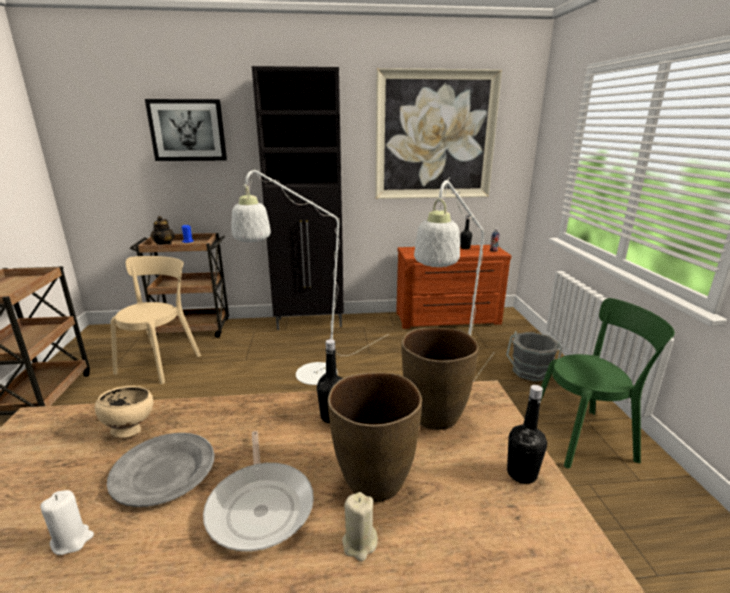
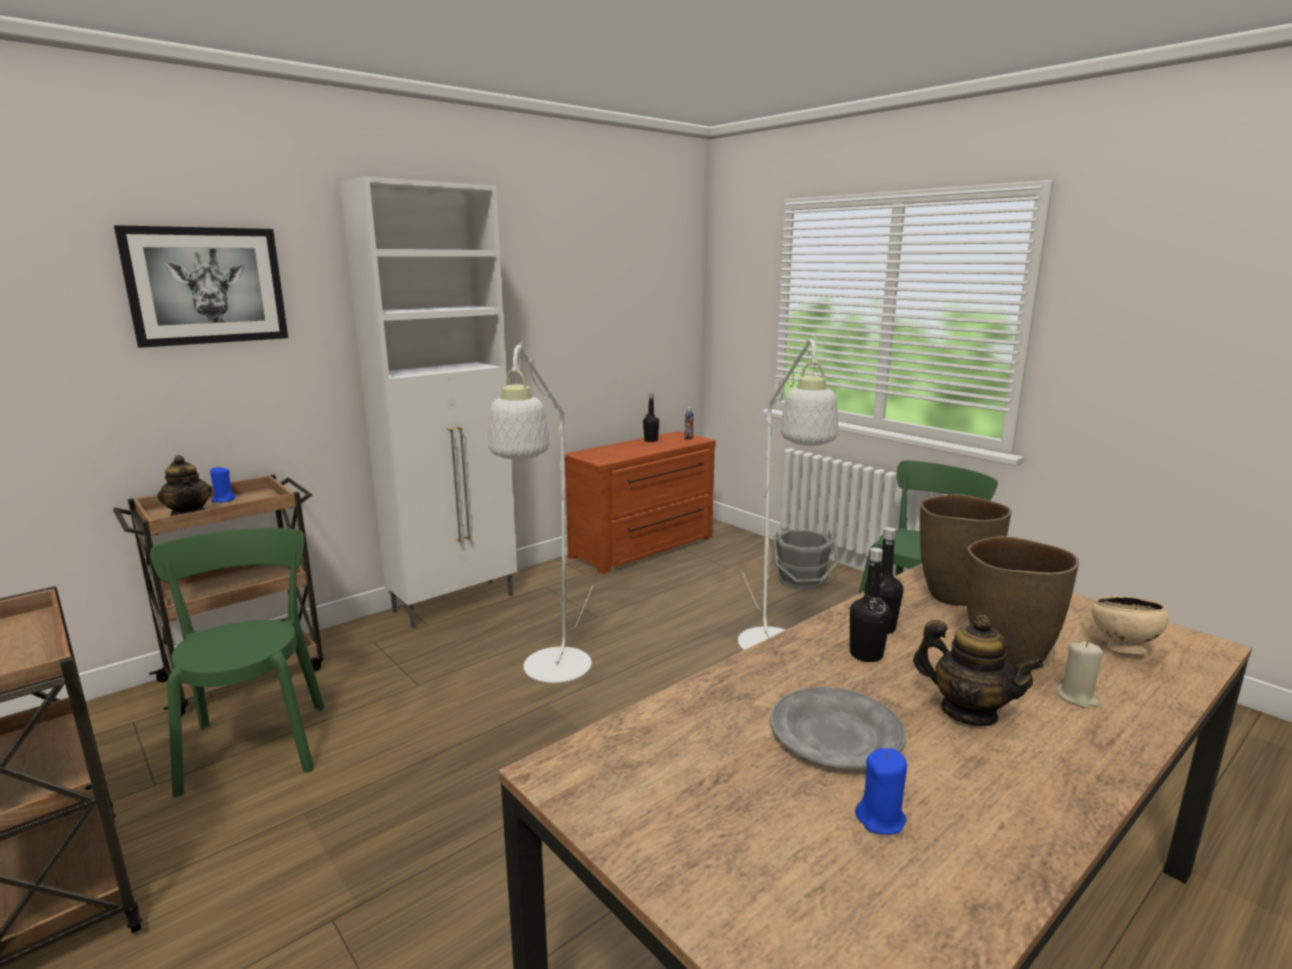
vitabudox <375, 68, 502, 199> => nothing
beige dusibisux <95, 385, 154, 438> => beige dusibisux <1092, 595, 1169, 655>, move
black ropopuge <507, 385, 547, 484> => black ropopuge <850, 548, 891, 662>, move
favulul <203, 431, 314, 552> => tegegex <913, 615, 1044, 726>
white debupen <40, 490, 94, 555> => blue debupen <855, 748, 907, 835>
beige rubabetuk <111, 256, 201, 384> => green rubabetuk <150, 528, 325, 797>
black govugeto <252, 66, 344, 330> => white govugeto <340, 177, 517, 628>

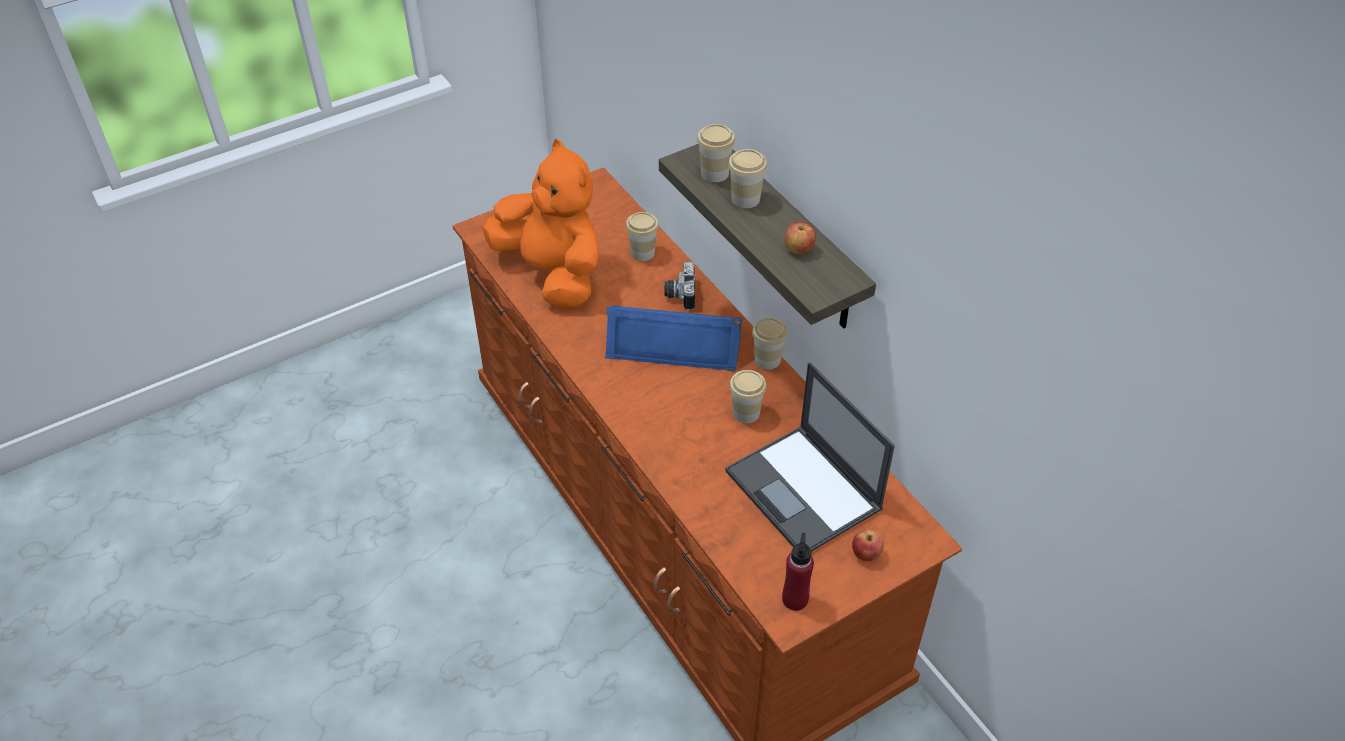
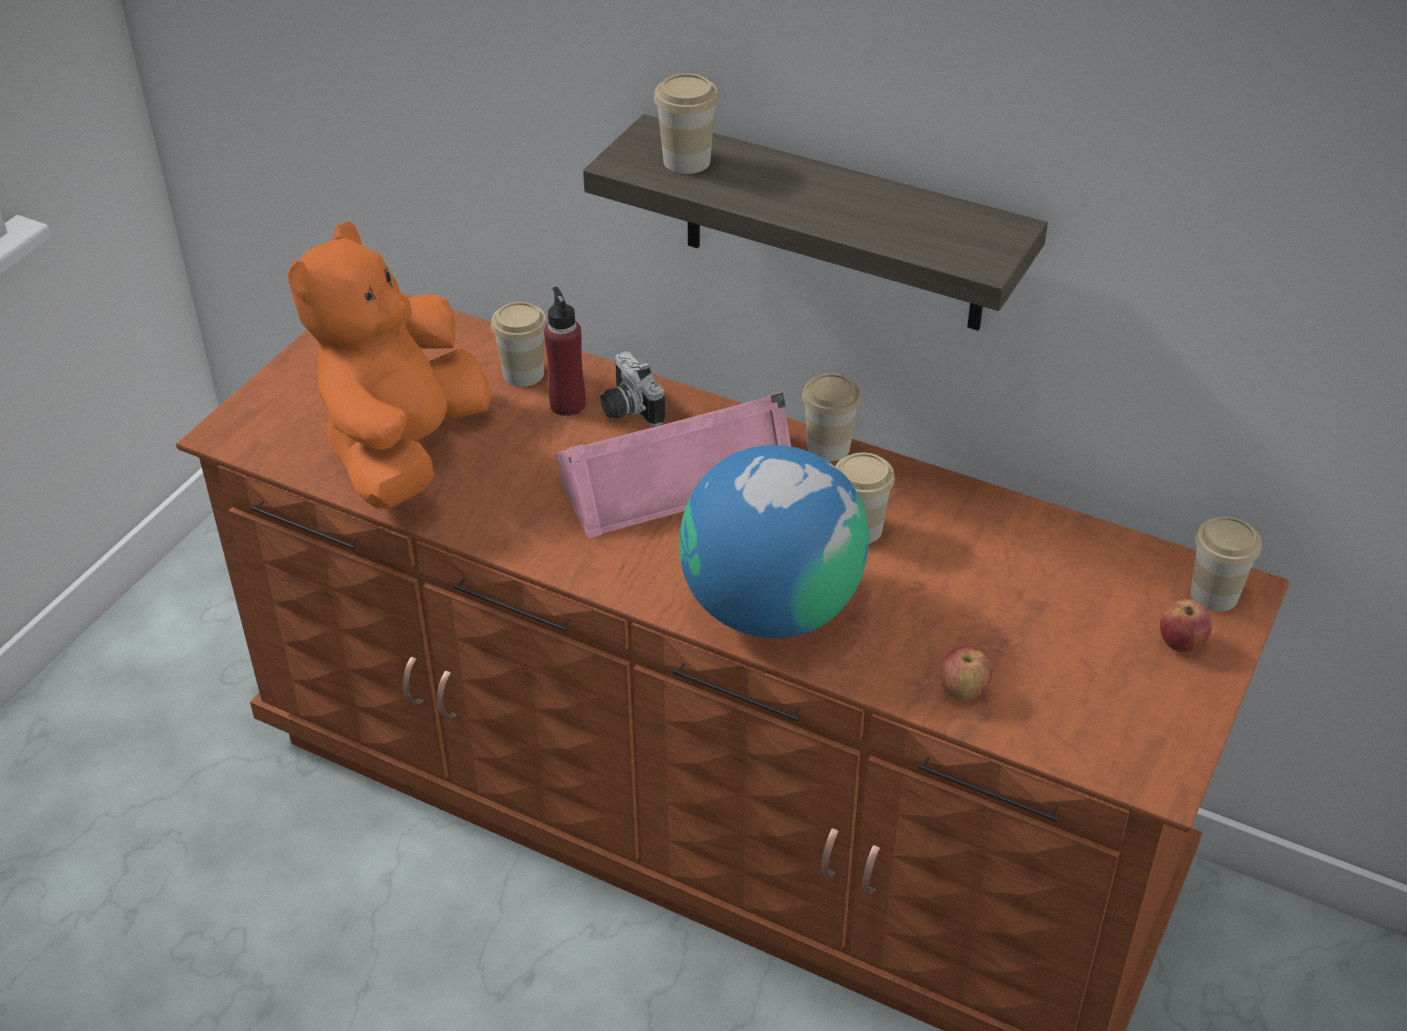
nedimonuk <725, 363, 895, 552> => nothing
nothing => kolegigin <679, 445, 869, 638>
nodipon <728, 149, 767, 208> => nodipon <1190, 516, 1261, 612>, move
red ropopuge <782, 533, 814, 611> => red ropopuge <544, 287, 586, 416>, move
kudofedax <785, 222, 816, 254> => kudofedax <940, 647, 992, 701>, move
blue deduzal <605, 305, 743, 372> => pink deduzal <555, 392, 791, 538>
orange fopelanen <482, 139, 599, 307> => orange fopelanen <288, 222, 491, 508>, 90 degrees counterclockwise

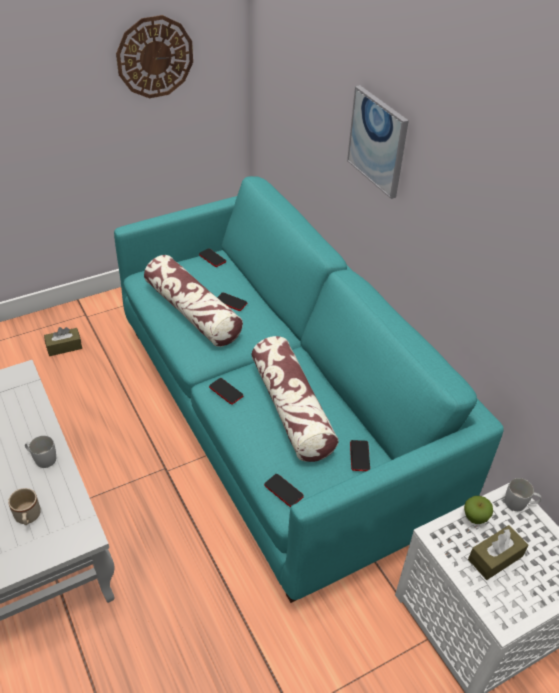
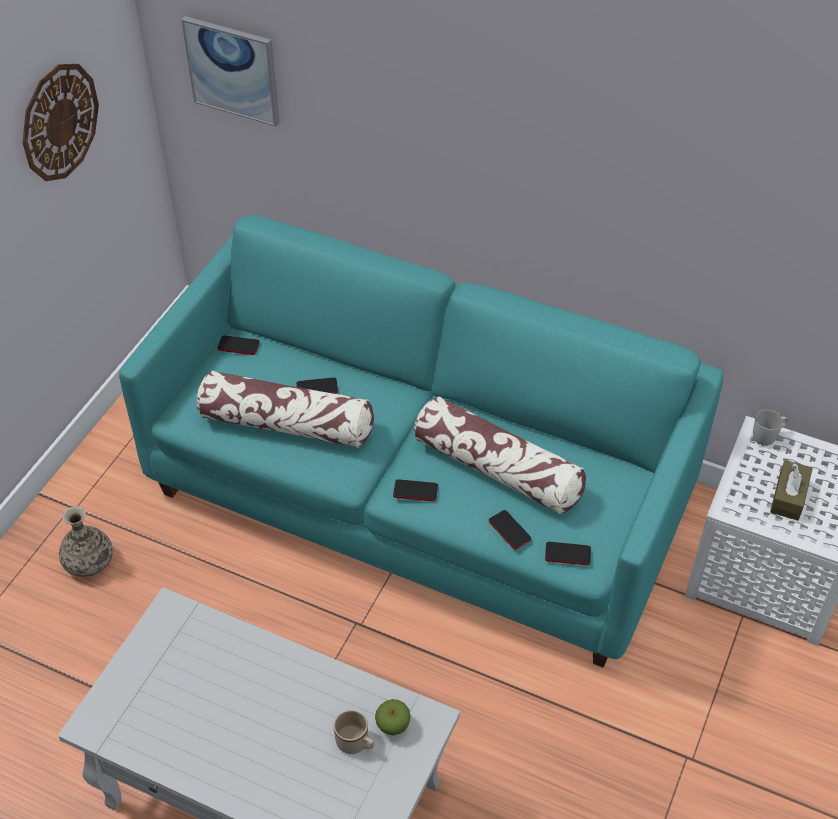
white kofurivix <25, 436, 56, 468> => nothing
vitabudox <347, 85, 409, 199> => vitabudox <181, 16, 280, 126>, move
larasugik <350, 440, 370, 471> => larasugik <489, 510, 531, 550>, move
kudofedax <464, 496, 493, 524> => kudofedax <375, 699, 411, 735>, move
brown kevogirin <44, 327, 82, 356> => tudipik <59, 506, 113, 577>

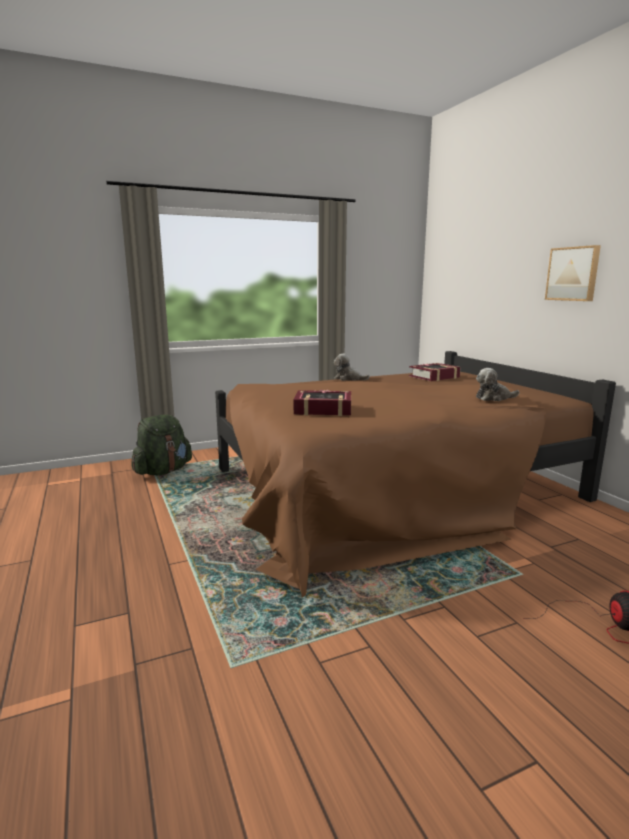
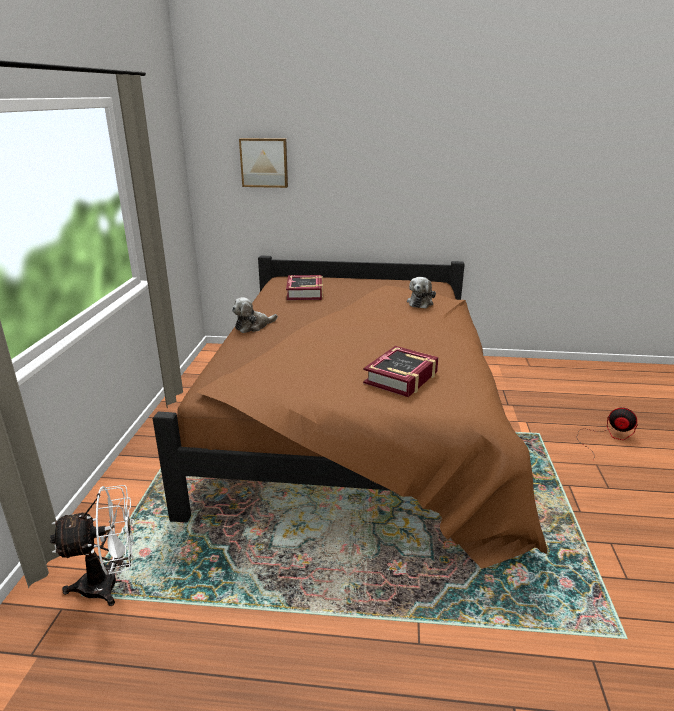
vitabudox <545, 245, 601, 301> => vitabudox <239, 138, 288, 188>, move
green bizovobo <131, 414, 192, 475> => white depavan <50, 485, 135, 606>

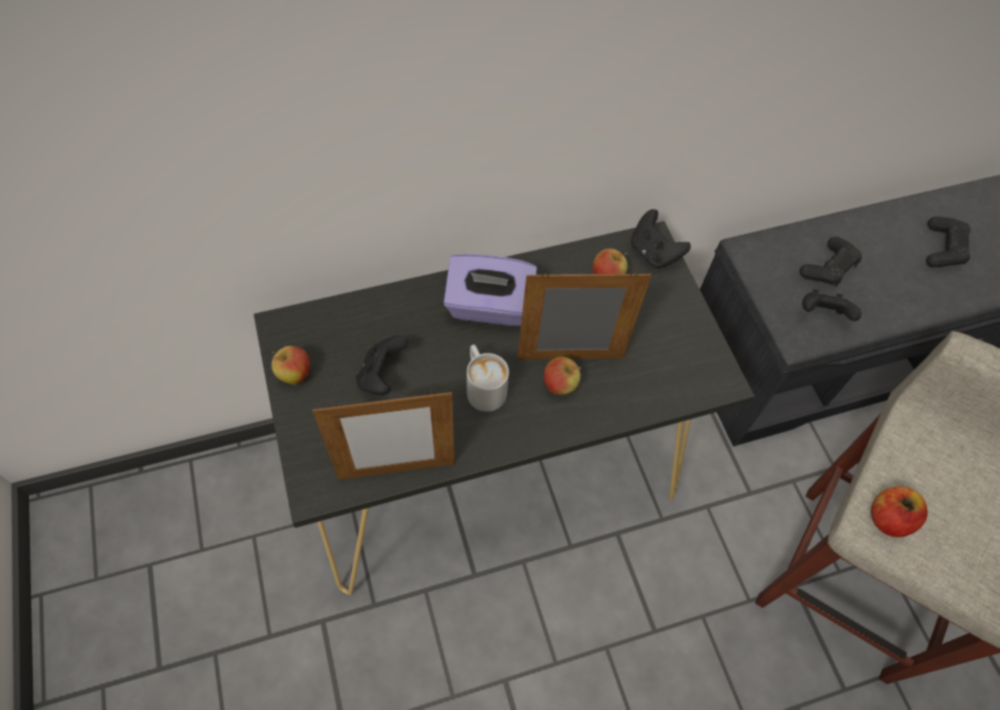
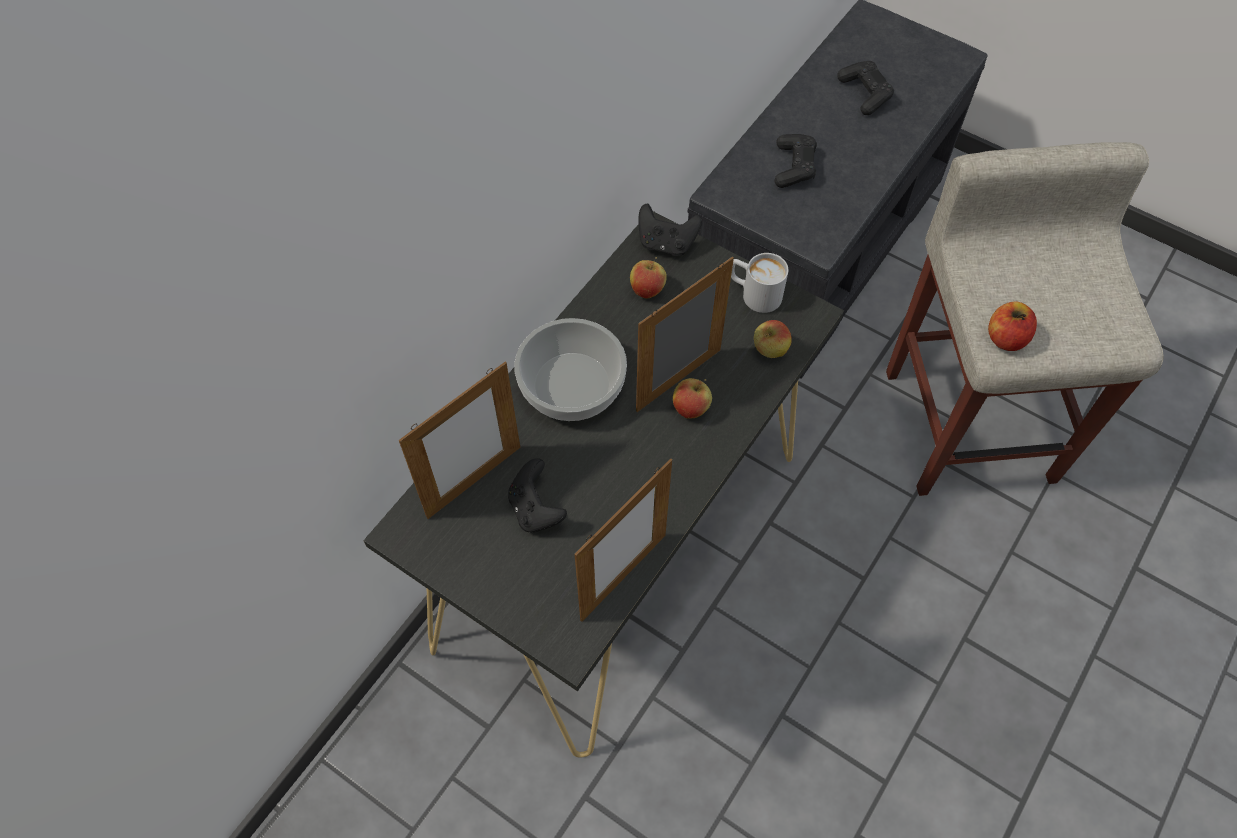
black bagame <802, 289, 862, 321> => nothing
nothing => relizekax <399, 362, 520, 519>
kudofedax <271, 346, 310, 385> => kudofedax <754, 320, 792, 358>, move
white kofurivix <467, 344, 509, 412> => white kofurivix <731, 253, 788, 313>, move
purple kevogirin <444, 254, 537, 326> => dusibisux <514, 318, 627, 421>

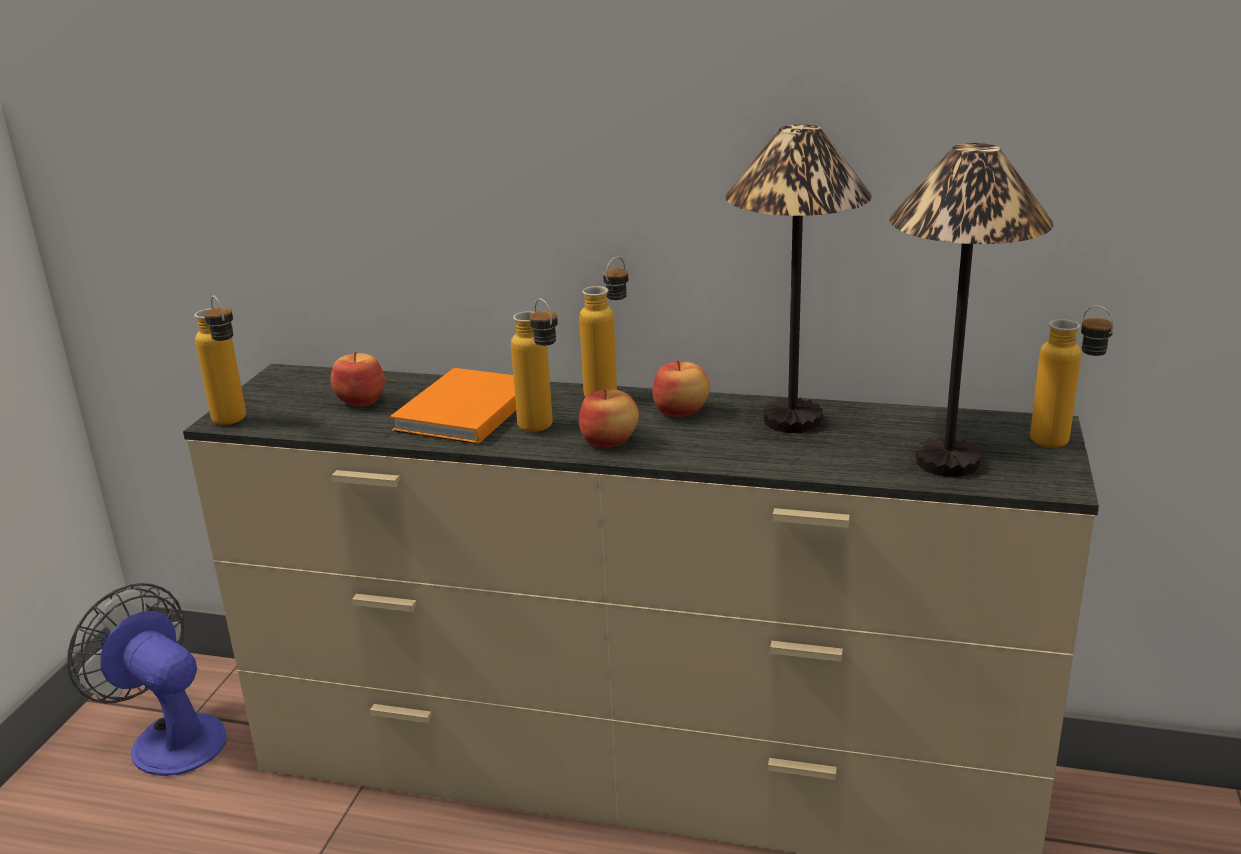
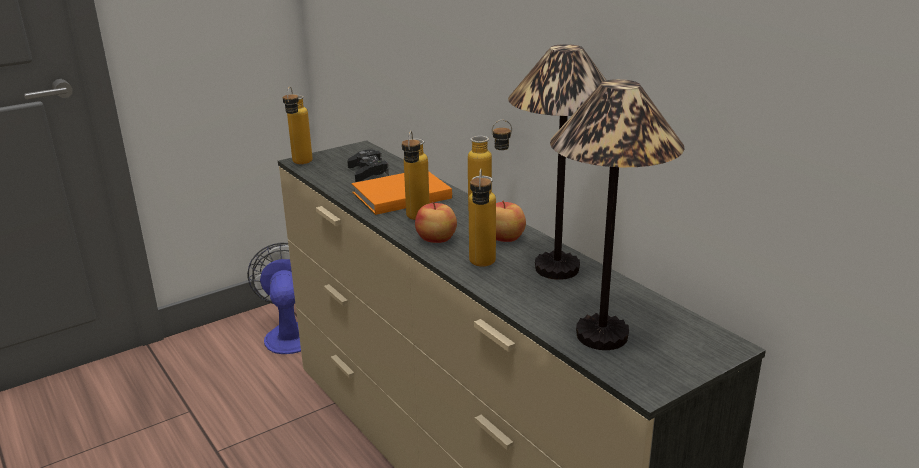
ropopuge <1030, 305, 1114, 448> => ropopuge <469, 168, 496, 267>, move
kudofedax <330, 352, 385, 407> => black bagame <347, 149, 389, 182>

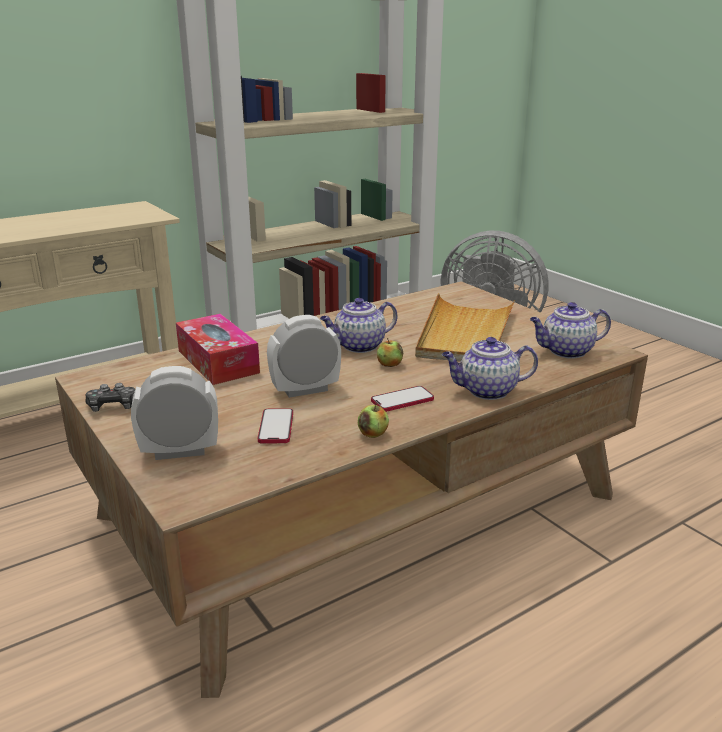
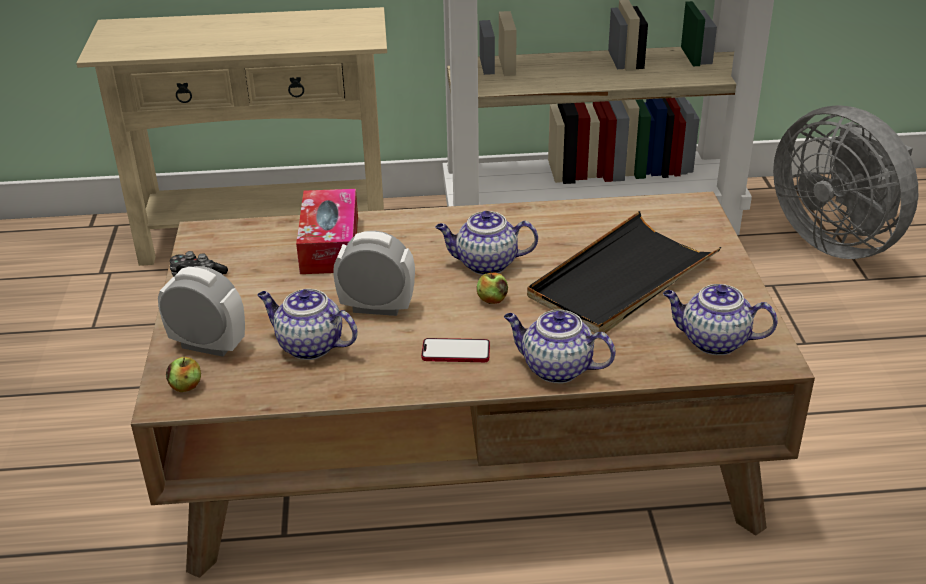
kudofedax <358, 403, 389, 438> => kudofedax <166, 357, 201, 392>, move
larasugik <258, 408, 293, 444> => tegegex <257, 289, 357, 360>
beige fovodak <415, 293, 515, 362> => black fovodak <527, 211, 721, 333>

